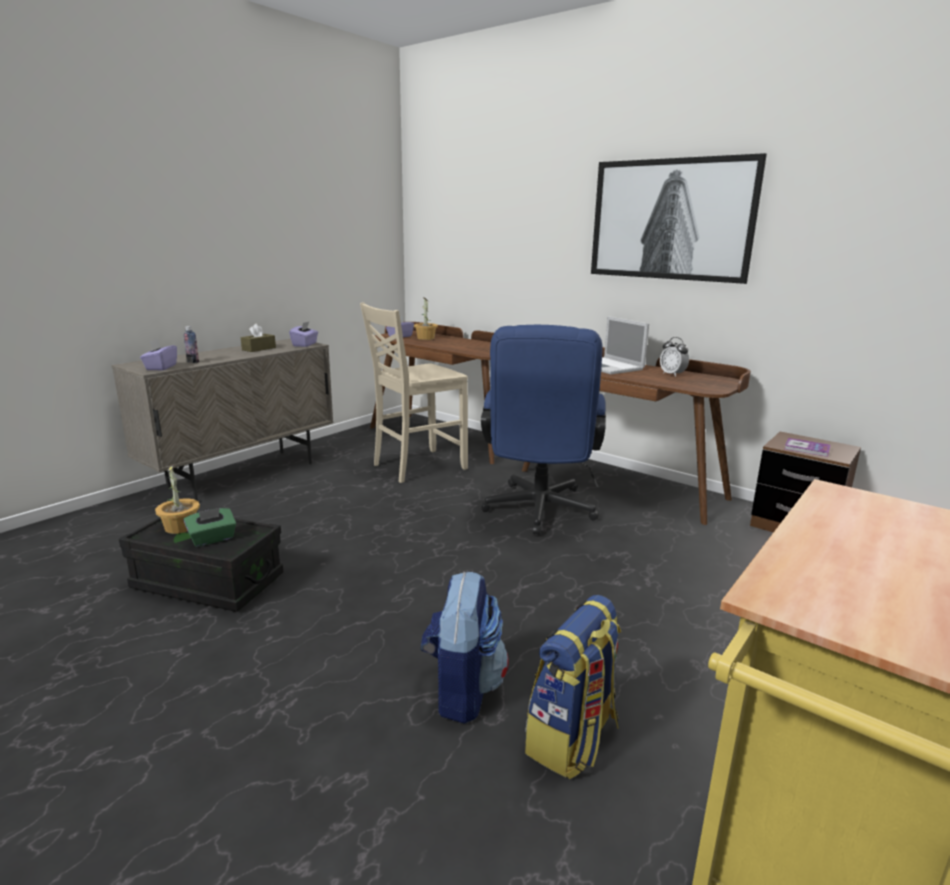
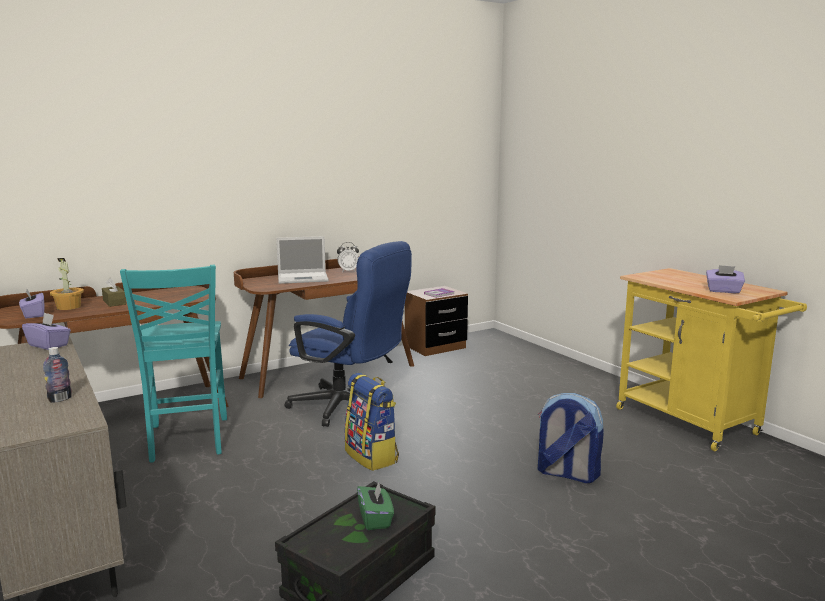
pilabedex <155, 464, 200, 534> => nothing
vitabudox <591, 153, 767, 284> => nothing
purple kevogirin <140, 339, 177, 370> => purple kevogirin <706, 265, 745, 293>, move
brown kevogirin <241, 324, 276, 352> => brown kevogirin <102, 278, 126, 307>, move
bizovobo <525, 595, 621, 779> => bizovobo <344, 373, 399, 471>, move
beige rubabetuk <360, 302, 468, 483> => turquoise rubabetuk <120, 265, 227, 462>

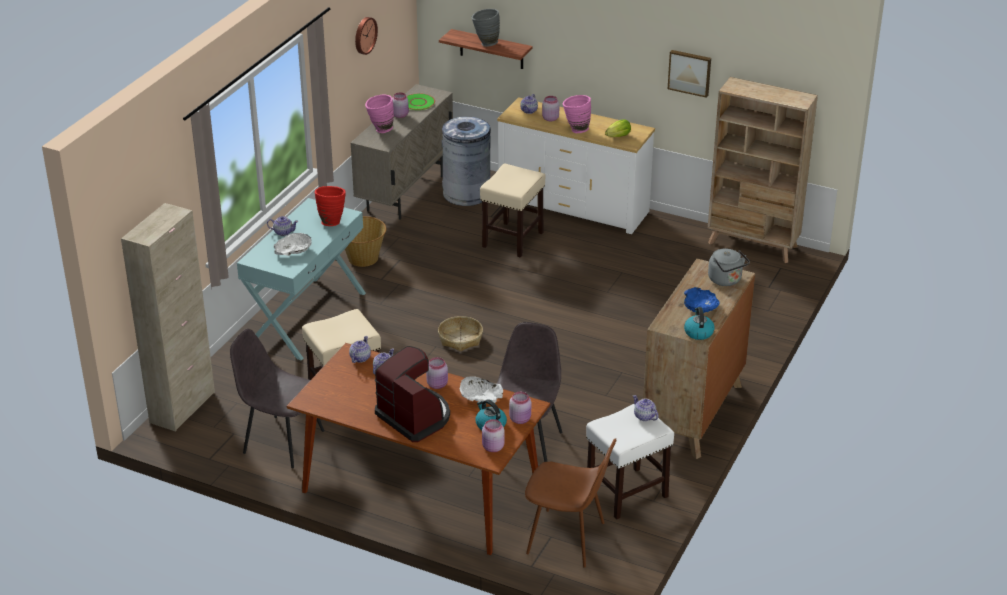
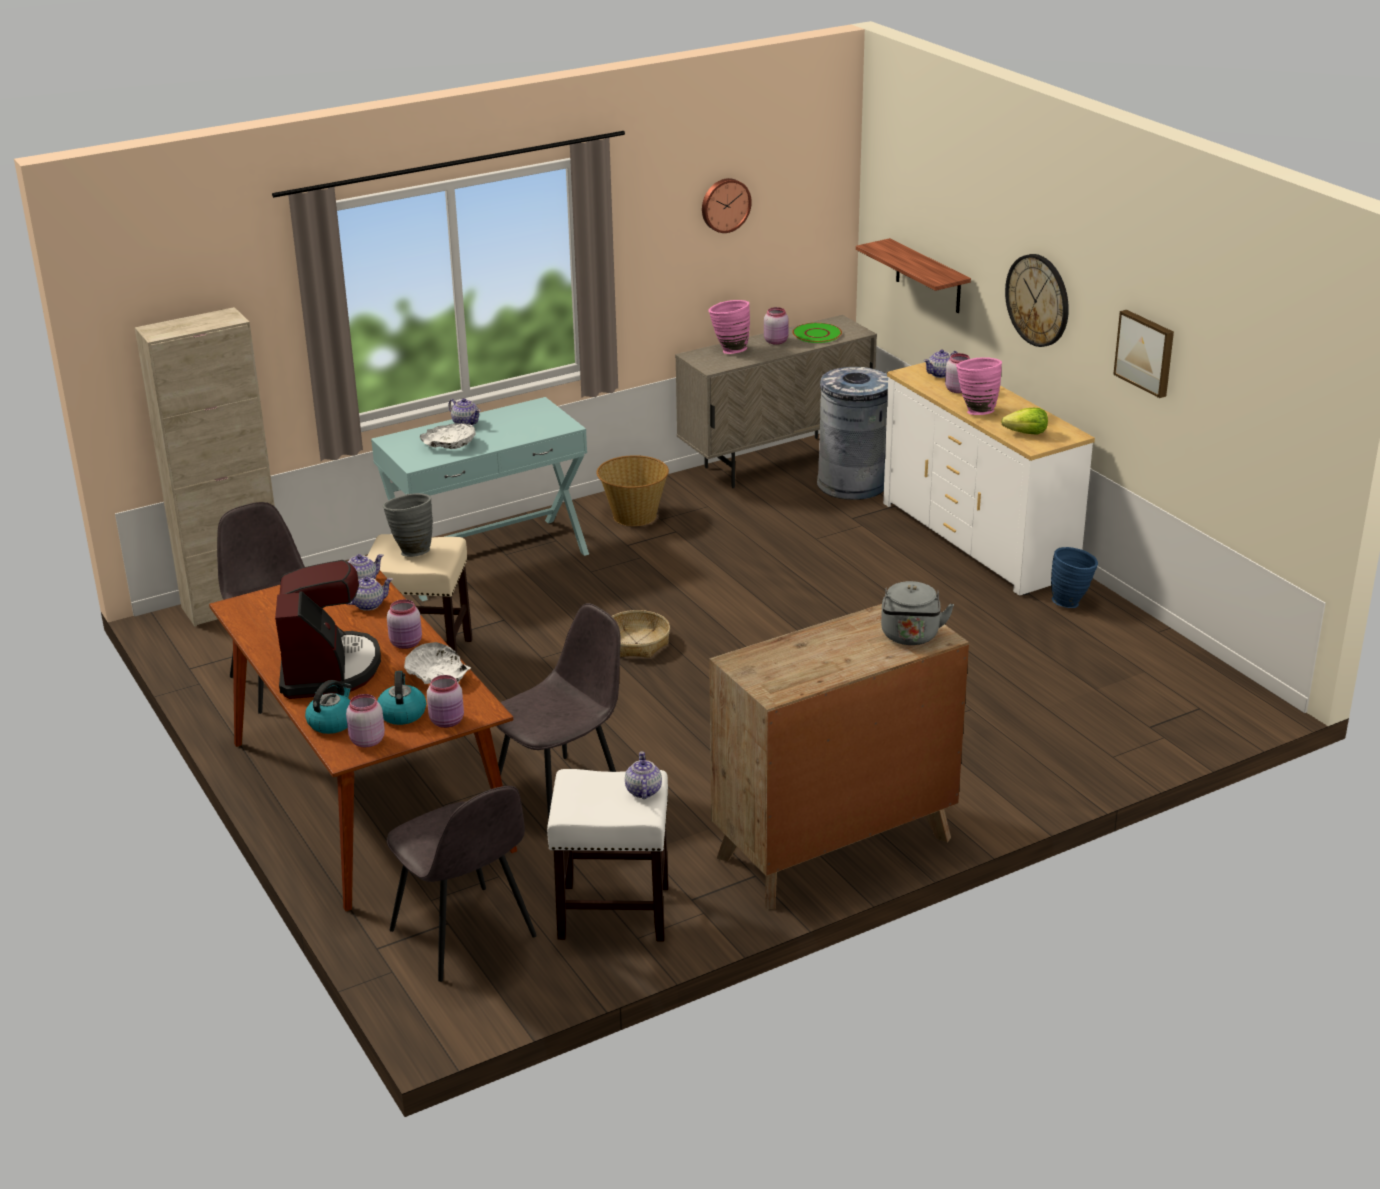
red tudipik <315, 186, 346, 226> => nothing
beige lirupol <480, 164, 546, 258> => nothing
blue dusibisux <684, 287, 720, 313> => nothing
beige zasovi <708, 77, 818, 263> => nothing
nothing => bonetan <1005, 254, 1069, 347>
nothing => blue tudipik <1051, 547, 1098, 608>
grey tudipik <472, 9, 500, 47> => grey tudipik <383, 493, 433, 557>, move
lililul <684, 307, 715, 340> => lililul <305, 680, 352, 734>, move
brown rubabetuk <525, 438, 616, 568> => grey rubabetuk <387, 786, 537, 982>

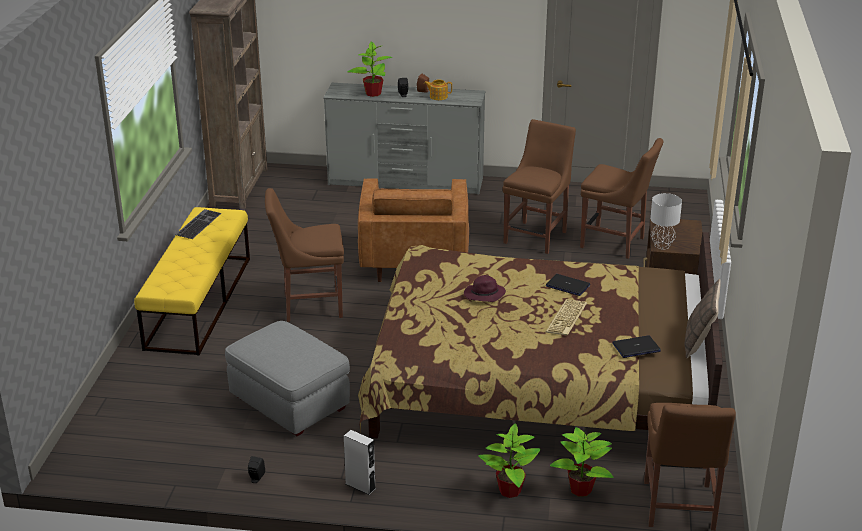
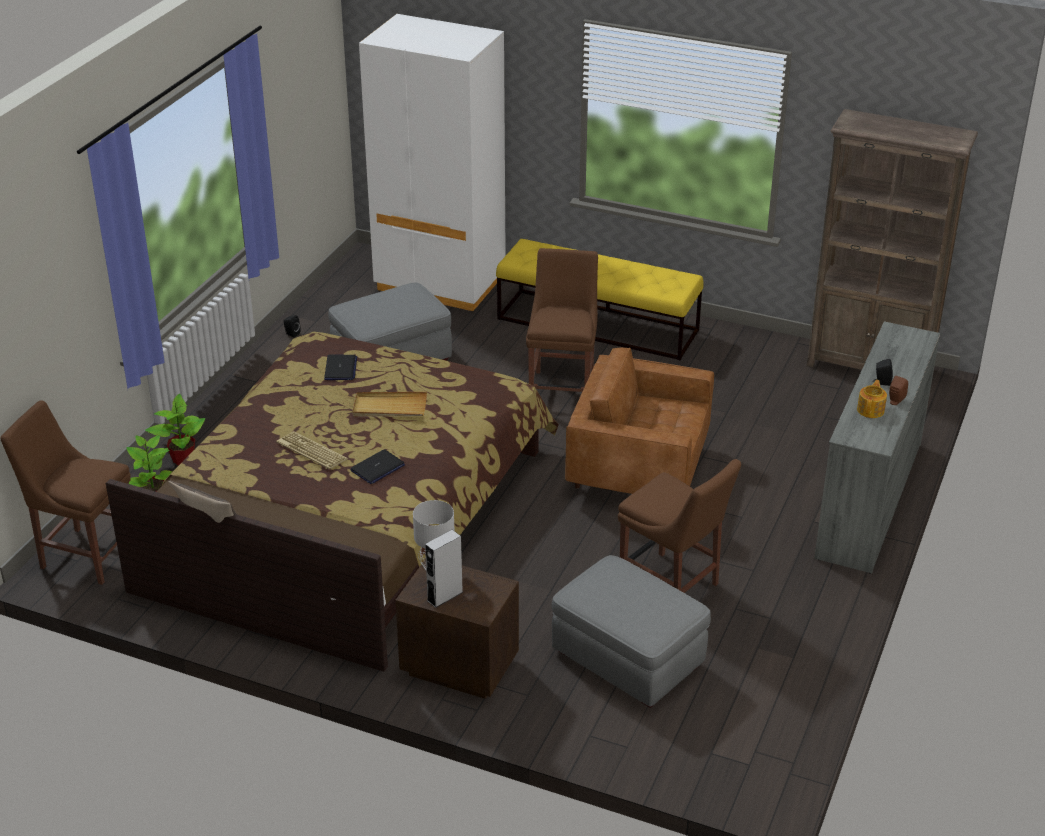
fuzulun <175, 209, 221, 239> => nothing
pilabedex <347, 41, 393, 97> => nothing
nothing => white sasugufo <359, 14, 506, 312>
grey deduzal <344, 430, 376, 495> => grey deduzal <425, 530, 463, 608>, move
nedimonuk <612, 336, 661, 358> => nedimonuk <324, 354, 357, 380>, move
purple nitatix <464, 275, 506, 302> => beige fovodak <352, 392, 427, 417>
brown rubabetuk <580, 138, 663, 259> => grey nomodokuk <552, 555, 711, 708>

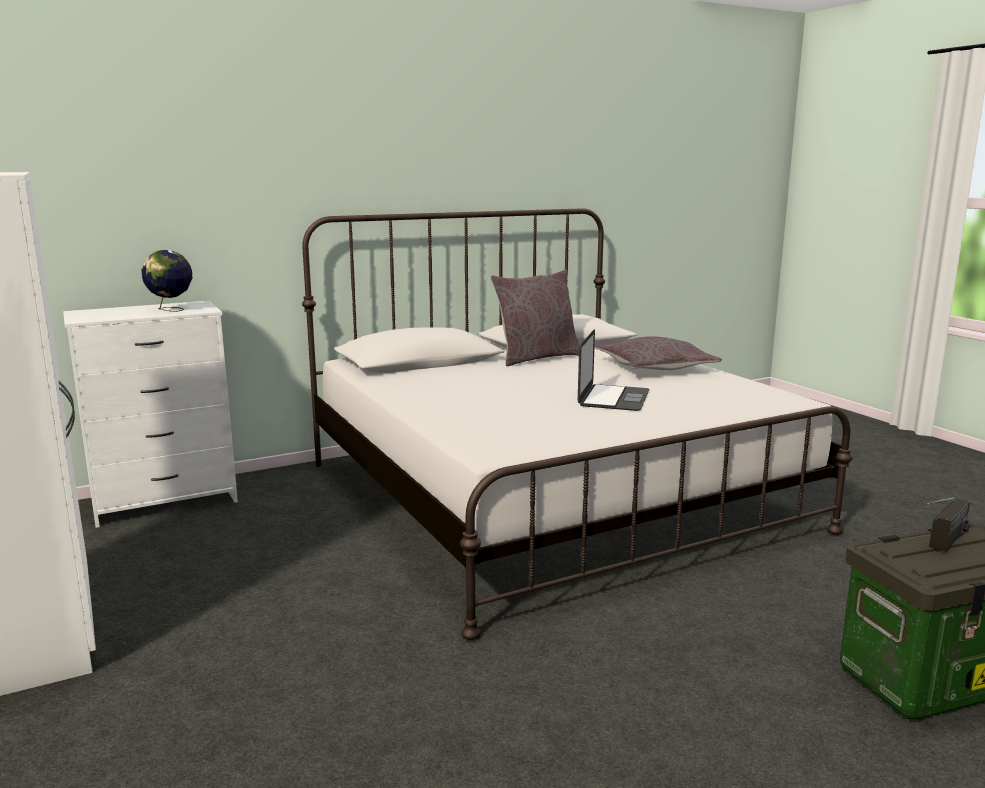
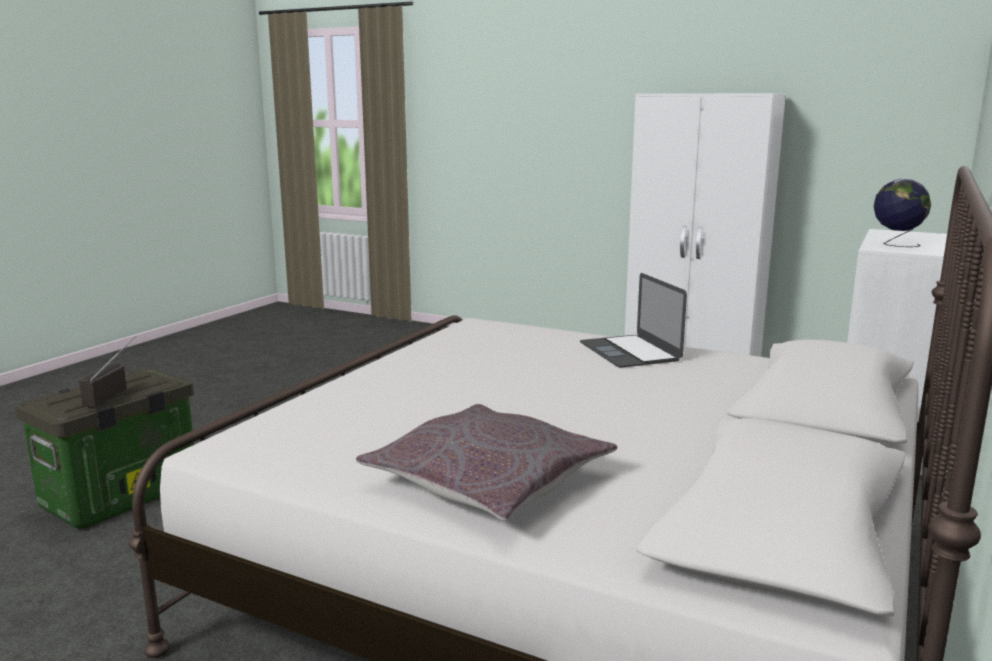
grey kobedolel <490, 269, 579, 366> => nothing
nedimonuk <578, 329, 650, 411> => nedimonuk <580, 273, 687, 368>, move

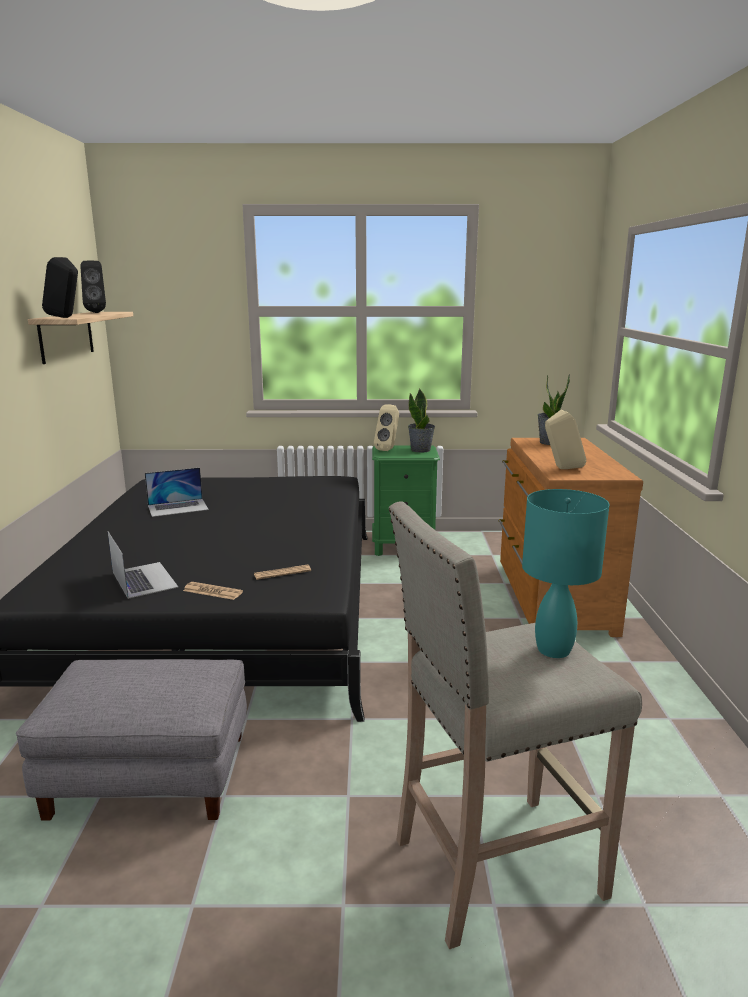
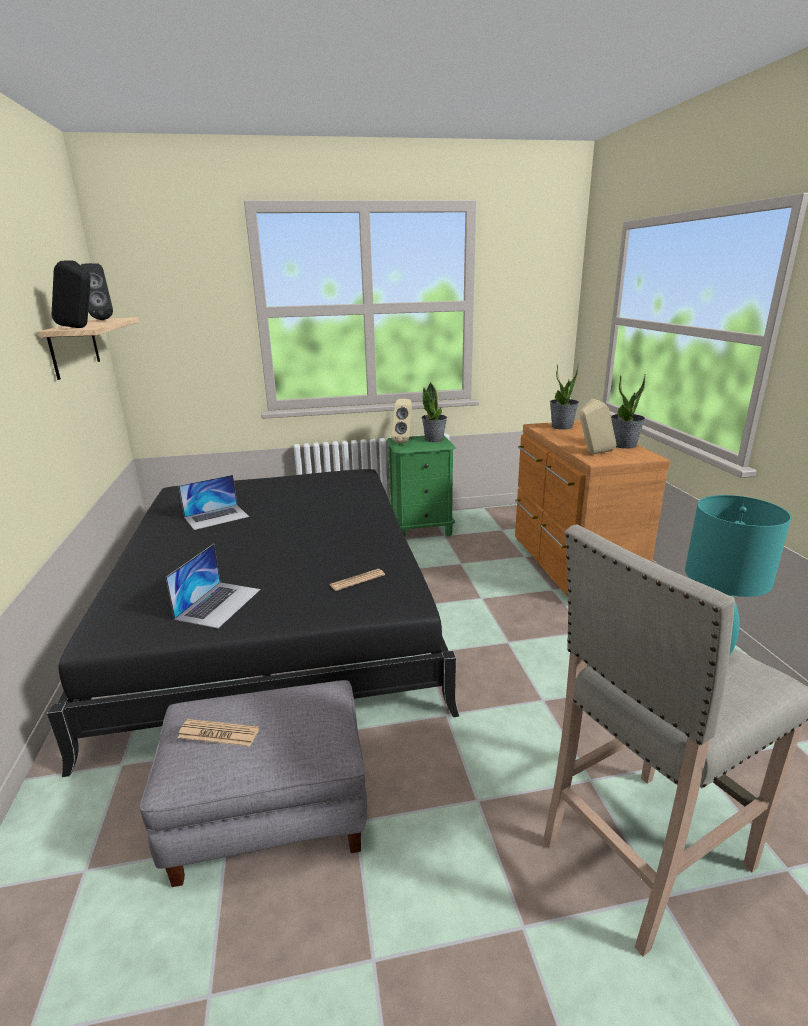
nothing => pilabedex <611, 374, 646, 449>
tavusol <183, 582, 243, 600> => tavusol <178, 719, 259, 746>, move
nedimonuk <108, 532, 178, 599> => nedimonuk <165, 544, 260, 629>, 60 degrees clockwise

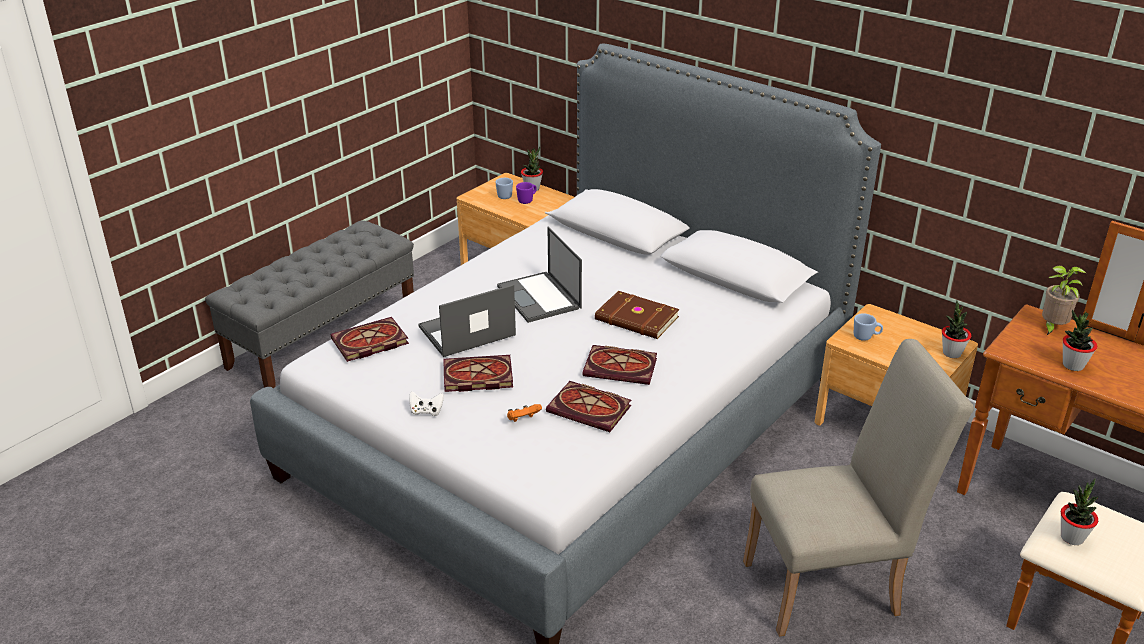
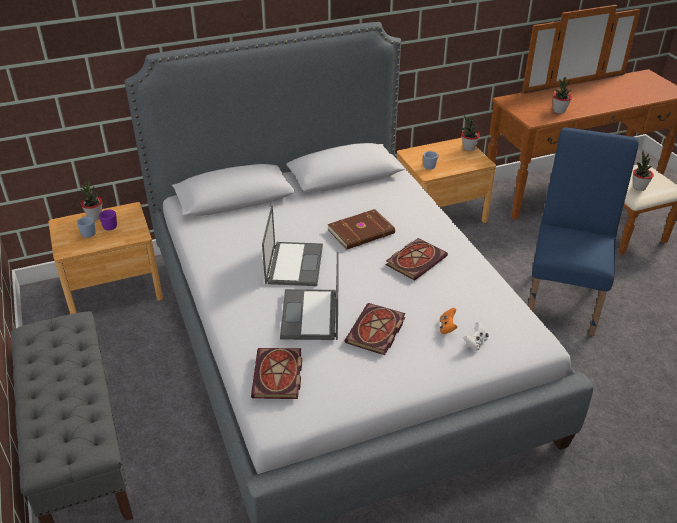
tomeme <546, 381, 631, 432> => nothing
pilabedex <1042, 266, 1086, 336> => nothing
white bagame <409, 391, 444, 416> => white bagame <464, 322, 489, 351>, move
beige rubabetuk <743, 339, 974, 637> => blue rubabetuk <528, 127, 639, 336>
nedimonuk <497, 227, 582, 323> => nedimonuk <262, 205, 323, 286>, 90 degrees counterclockwise

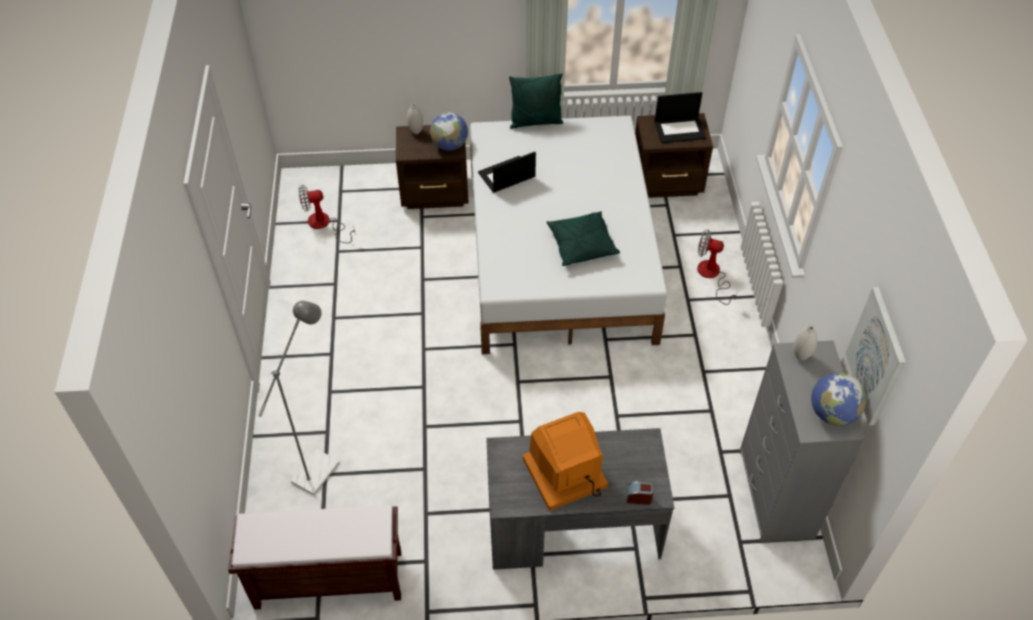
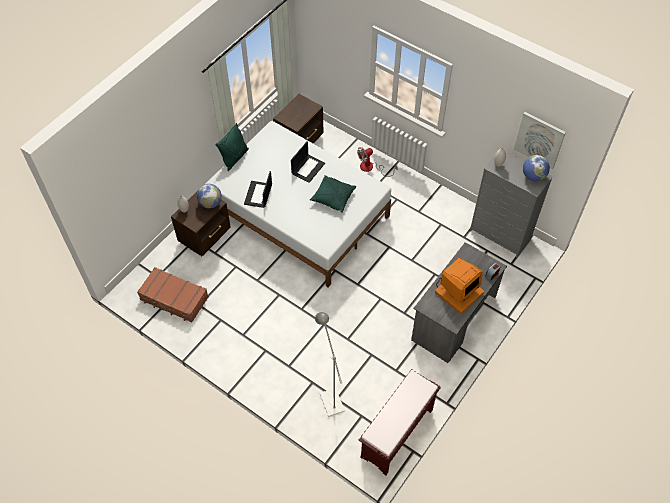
nedimonuk <655, 92, 706, 143> => nedimonuk <291, 141, 325, 183>, move
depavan <299, 185, 356, 243> => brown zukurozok <137, 267, 209, 322>
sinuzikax <523, 412, 608, 511> => sinuzikax <435, 258, 484, 314>, 150 degrees counterclockwise

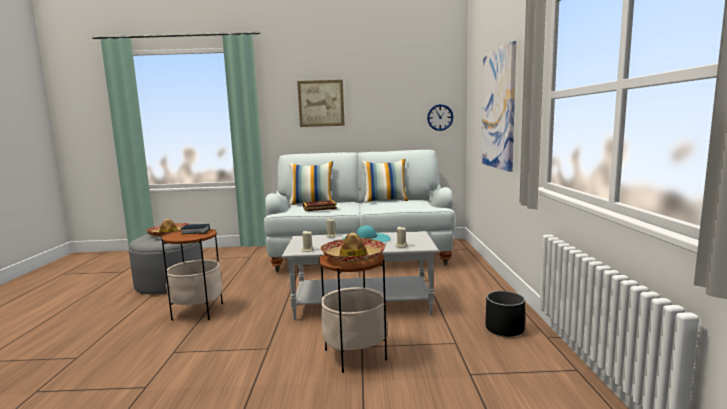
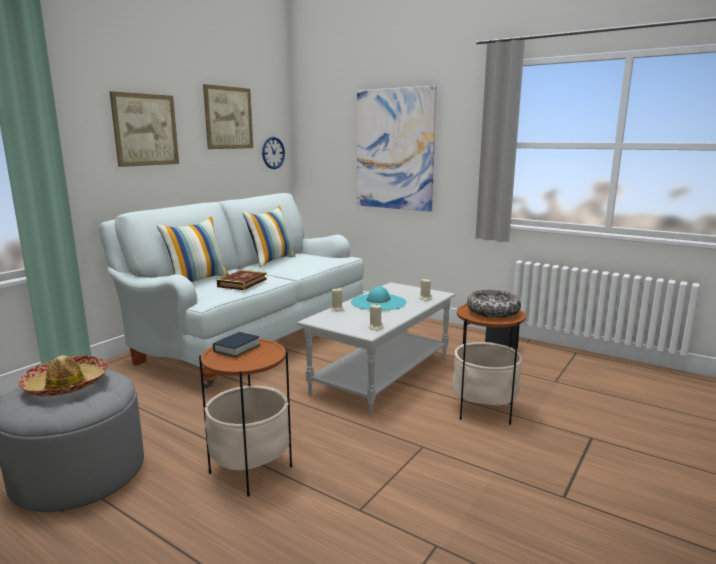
nothing => vitabudox <203, 84, 253, 149>
nitatix <320, 233, 385, 263> => dusibisux <467, 290, 521, 318>

